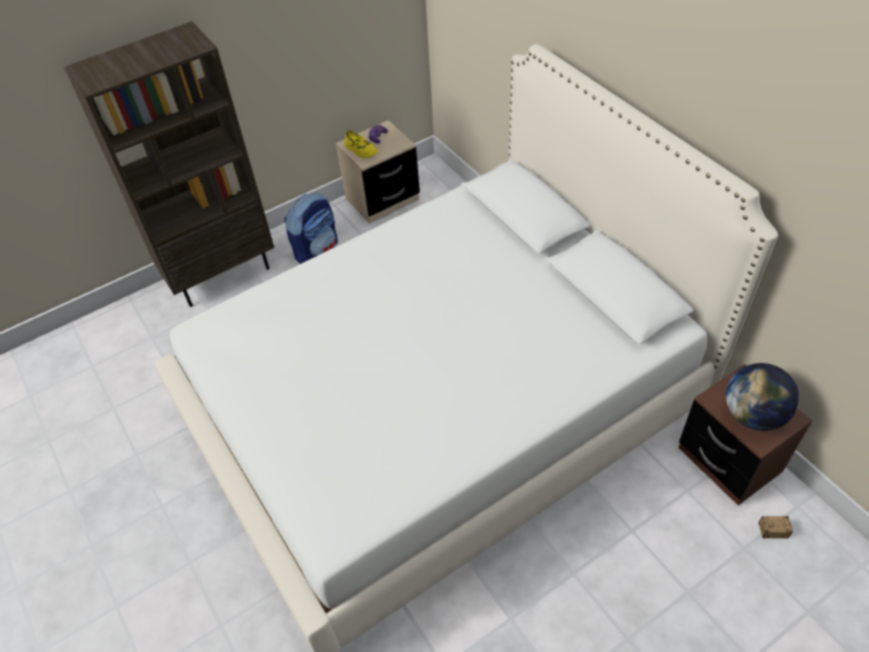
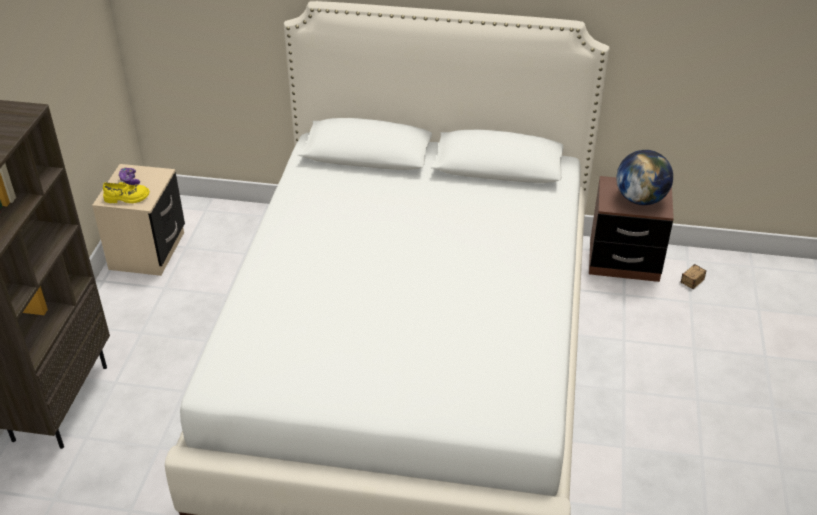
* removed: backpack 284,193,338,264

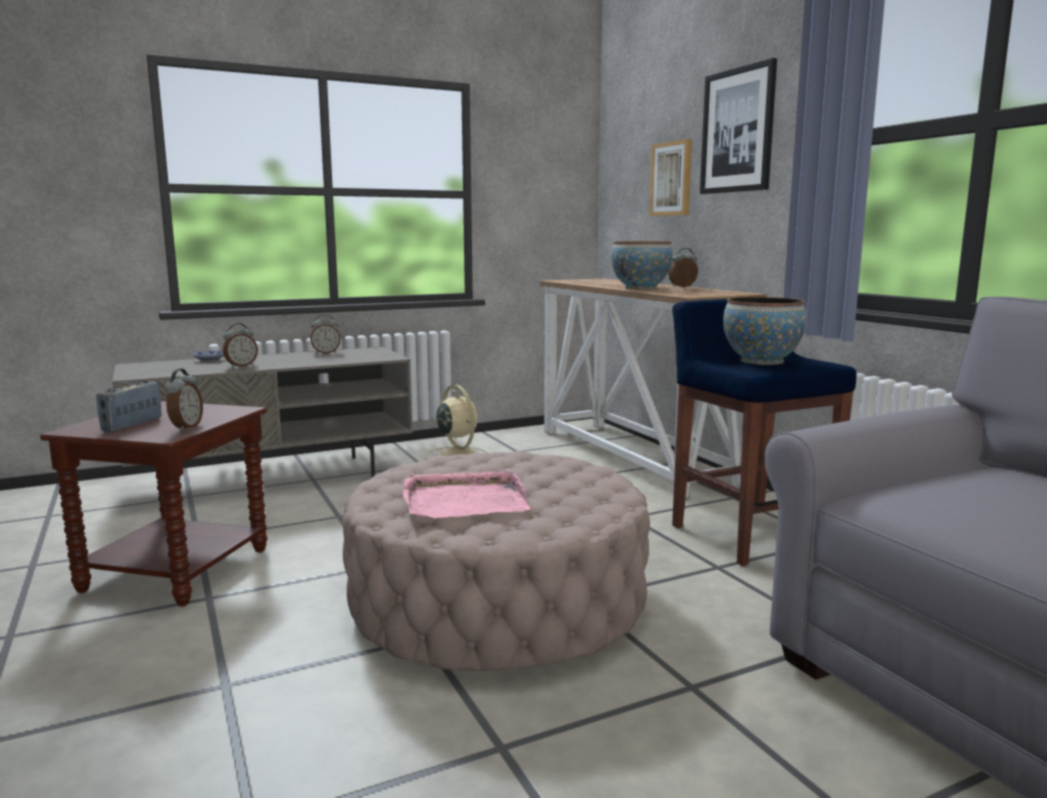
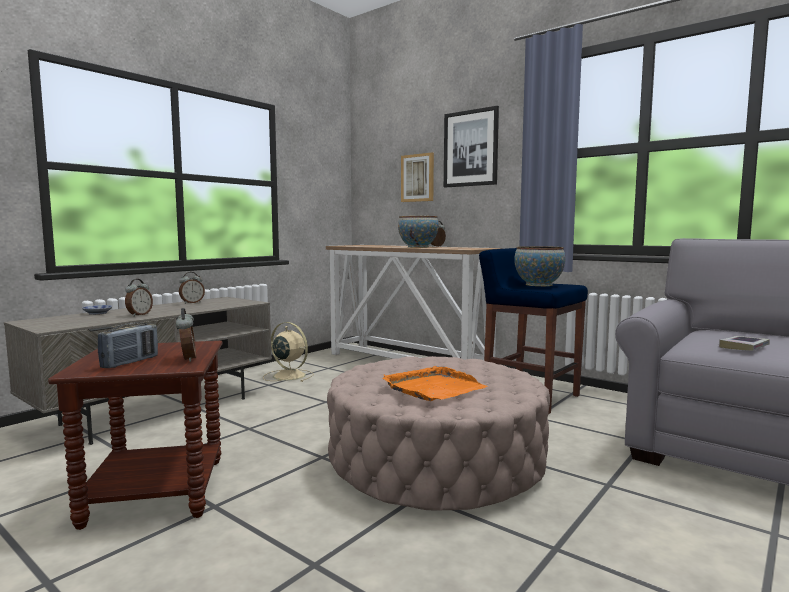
* turned: radio 96,380,161,432 = 98,322,158,368 150 degrees counterclockwise
* recoloured: pink serving tray 403,471,531,518 to orange-coloured serving tray 383,366,488,401
* added: bound book 719,336,770,351

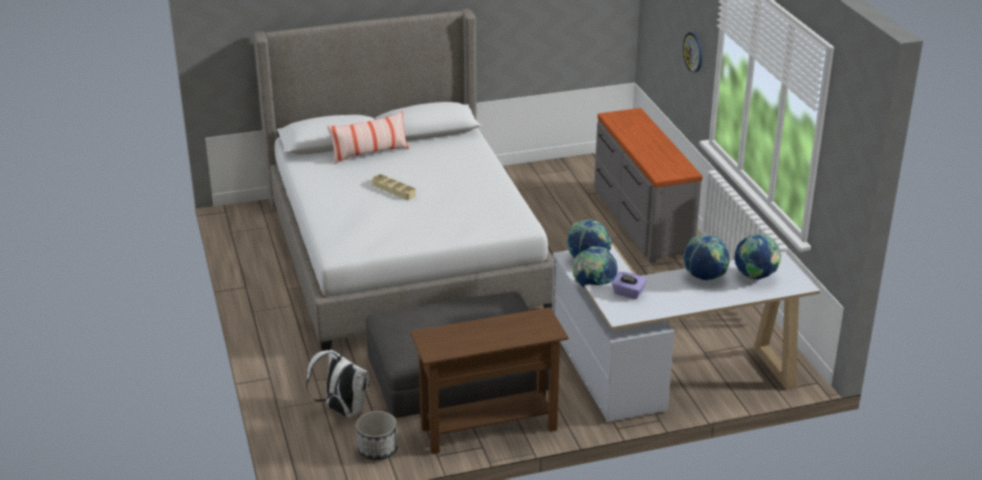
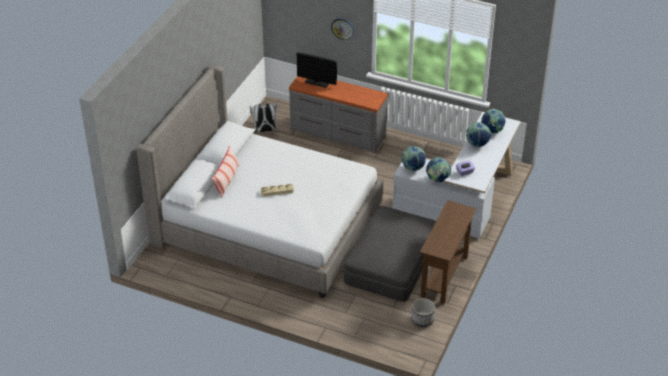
* moved: whitish backpack 306,349,370,418 to 250,103,277,132
* added: computer screen 297,52,337,88

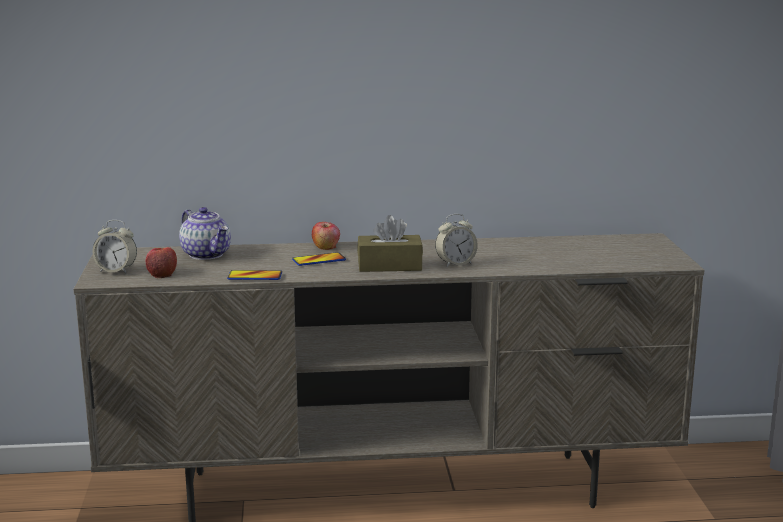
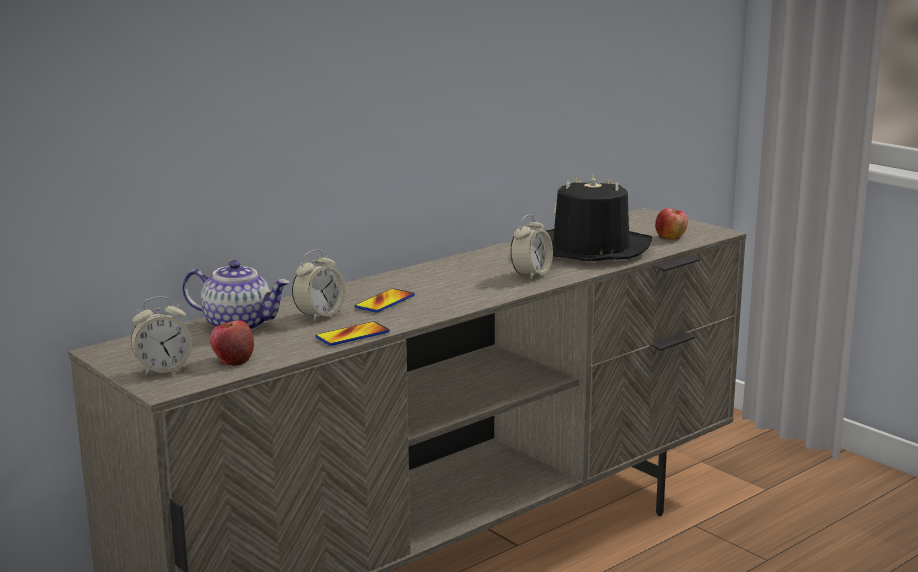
* moved: apple fruit 312,222,340,250 to 655,208,688,240
* removed: brownish tissue holder 357,215,423,272
* added: table clock 292,250,346,321
* added: blackish hat 546,174,652,262

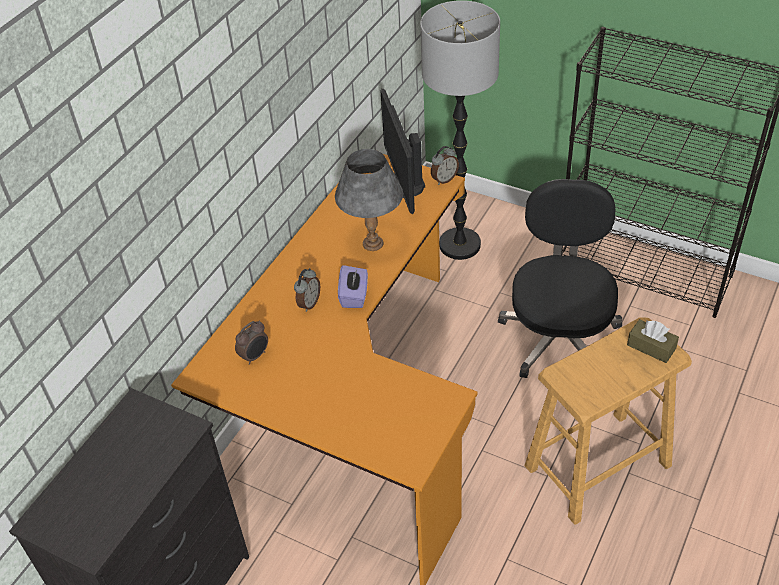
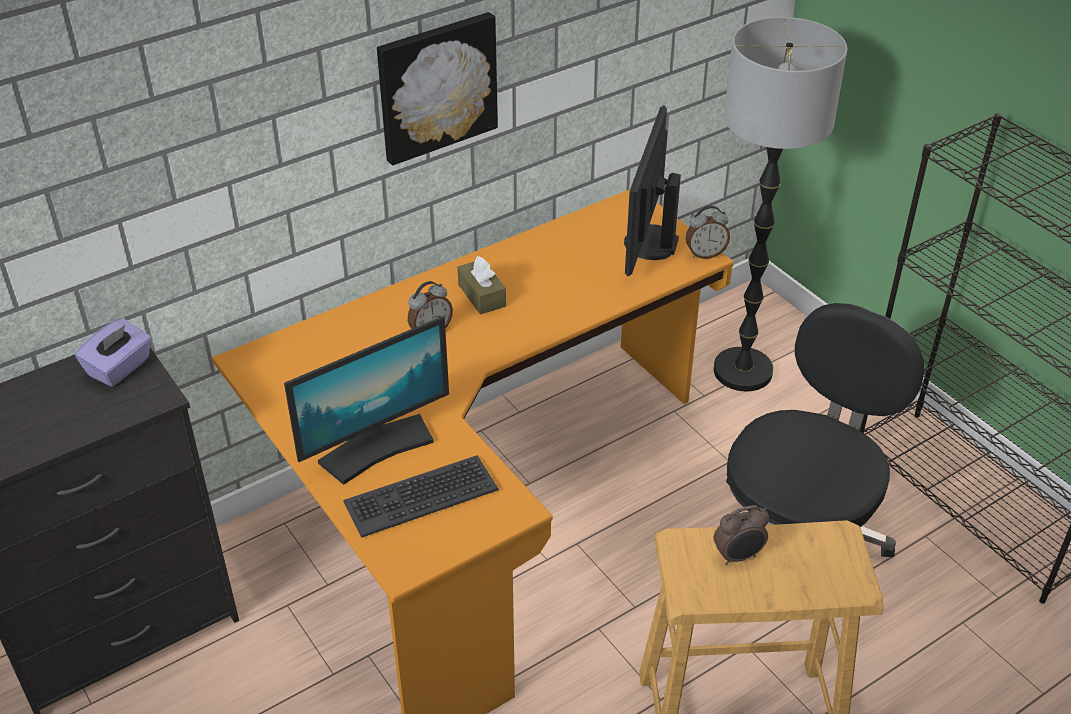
* moved: table clock 235,321,268,365 to 714,505,769,565
* removed: greyish table lamp 335,149,403,251
* moved: purple-coloured tissue holder 338,265,368,308 to 75,318,152,387
* moved: brownish tissue holder 627,319,679,363 to 457,256,506,315
* added: computer screen 284,316,449,485
* added: computer keyboard 343,455,499,538
* added: wall picture 377,12,498,165

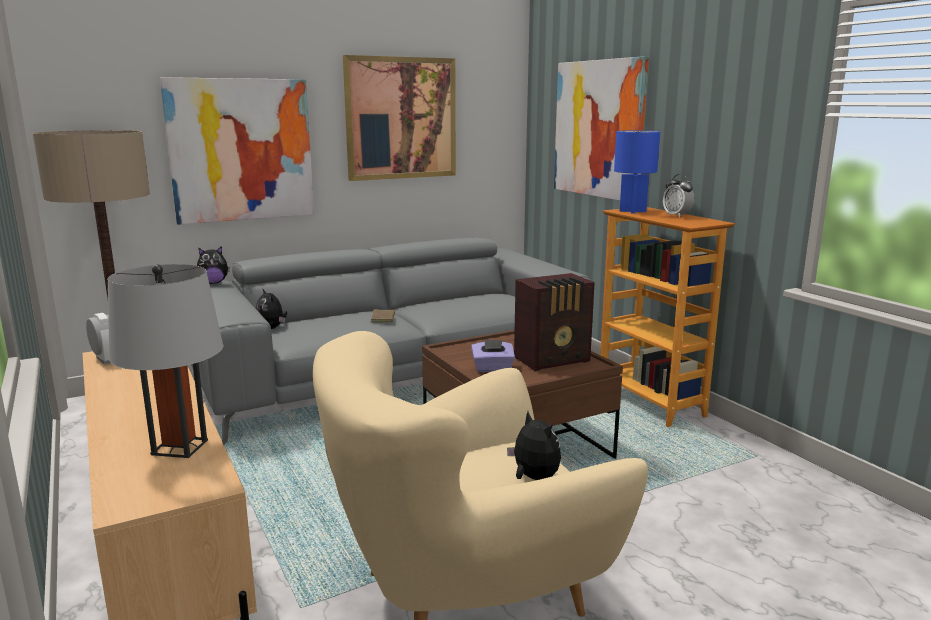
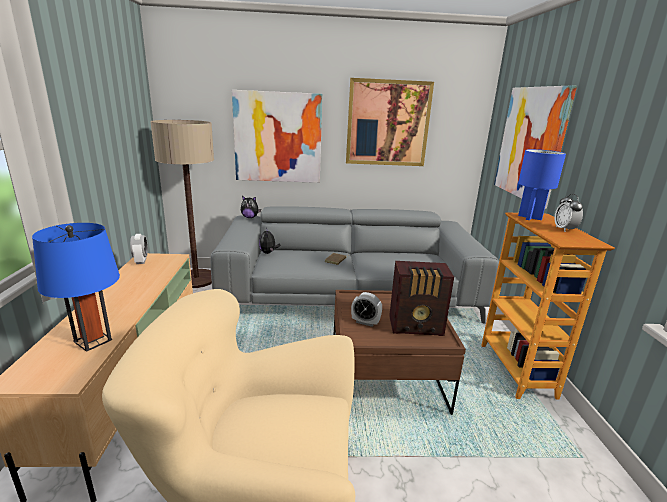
* recoloured: greyish table lamp 108,264,224,458 to blue table lamp 32,223,120,352
* replaced: purple-coloured tissue holder 471,339,515,372 to table clock 351,292,382,327
* removed: plush toy 507,411,561,480

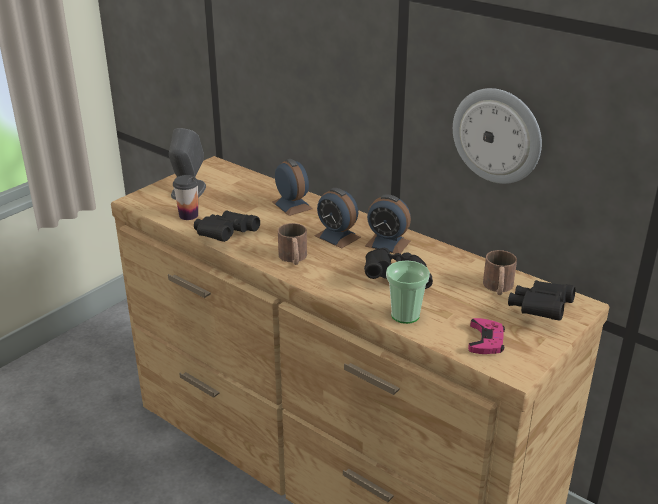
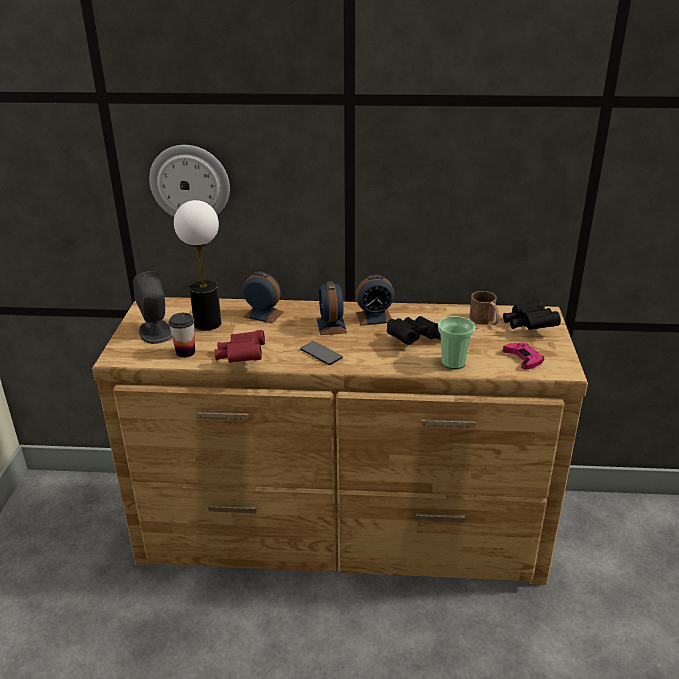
* recoloured: blackish binoculars 194,211,260,242 to reddish binoculars 215,330,265,363
* replaced: brownish tea mug 278,223,307,265 to handset 300,341,343,365
* turned: table clock 314,188,361,249 = 316,281,347,335 75 degrees clockwise
* moved: wall clock 453,88,542,184 to 149,145,230,217
* added: table lamp 174,200,221,331

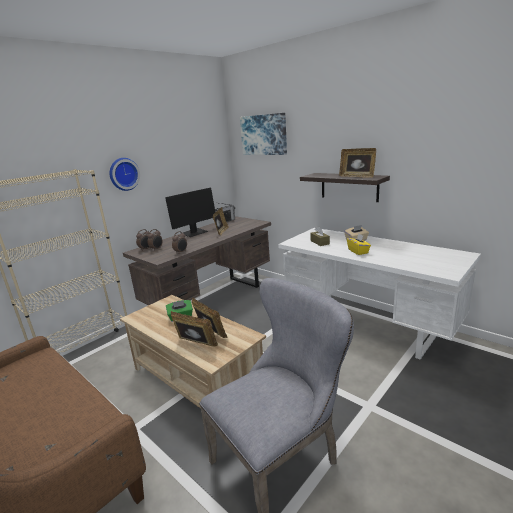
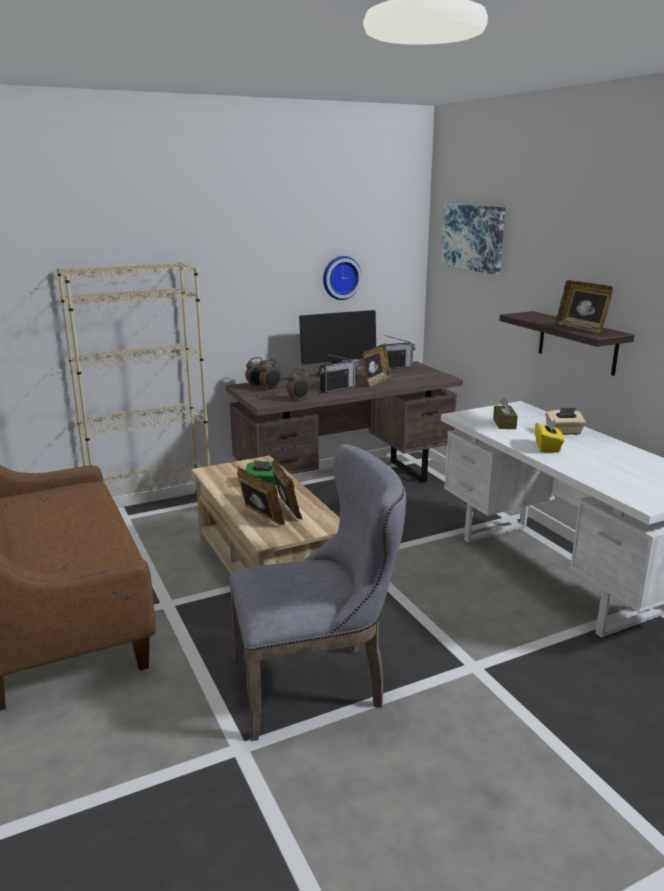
* moved: wall clock 110,158,140,191 to 323,256,362,300
* added: radio 319,354,358,393

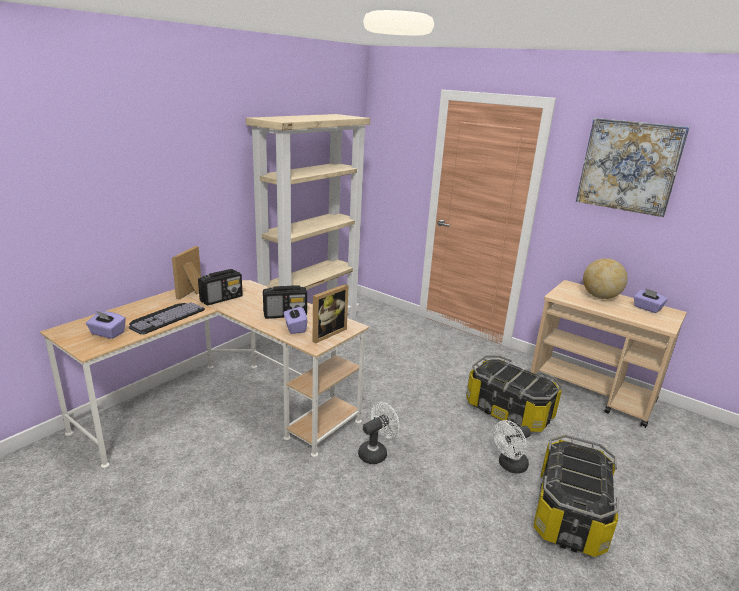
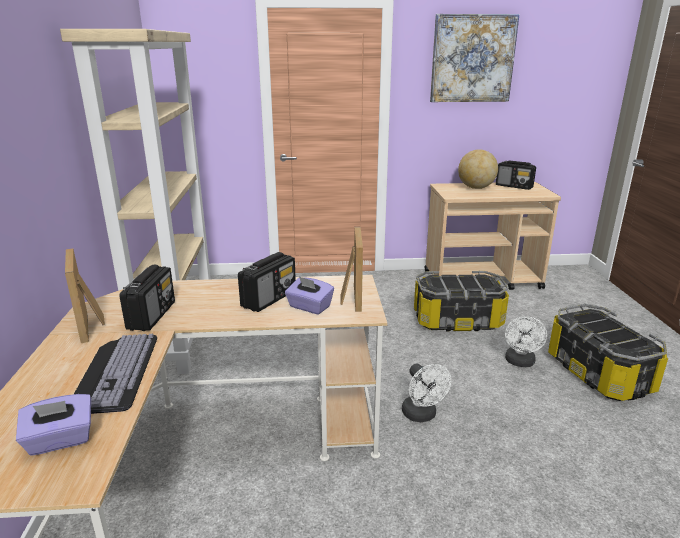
* turned: whitish fan 358,402,400,464 = 402,364,451,422 150 degrees clockwise
* replaced: purple-coloured tissue holder 634,289,668,313 to radio 496,160,536,190

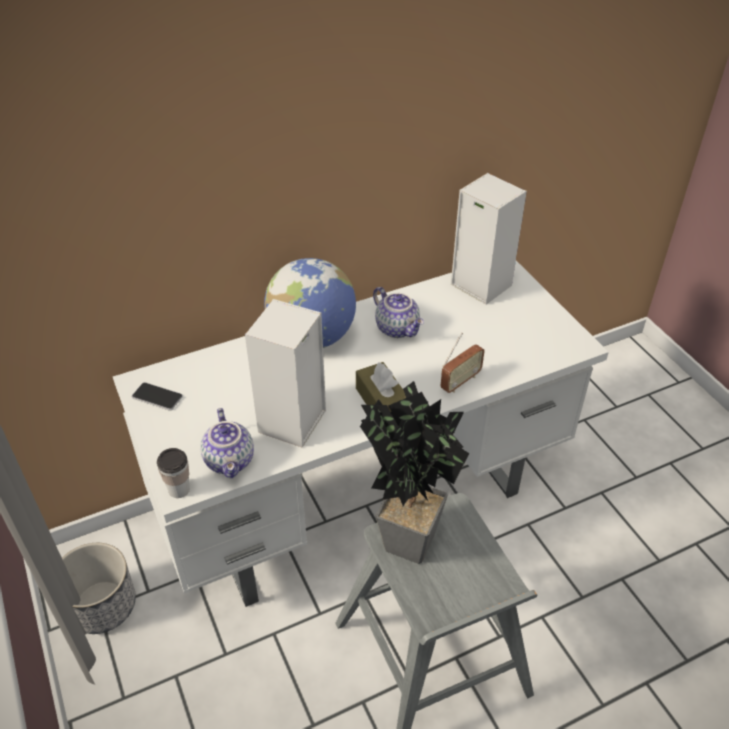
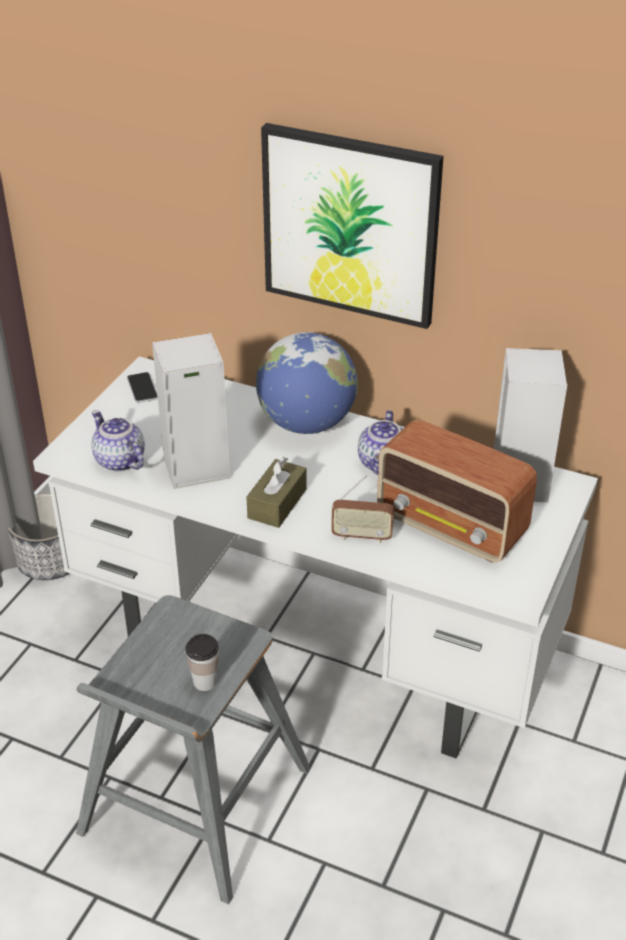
* moved: small cup 157,448,190,498 to 186,634,219,691
* turned: teapot 200,408,254,478 = 91,410,145,472 105 degrees clockwise
* removed: plant in a pot 360,381,469,564
* added: wall picture 261,123,443,329
* added: radio 377,419,537,562

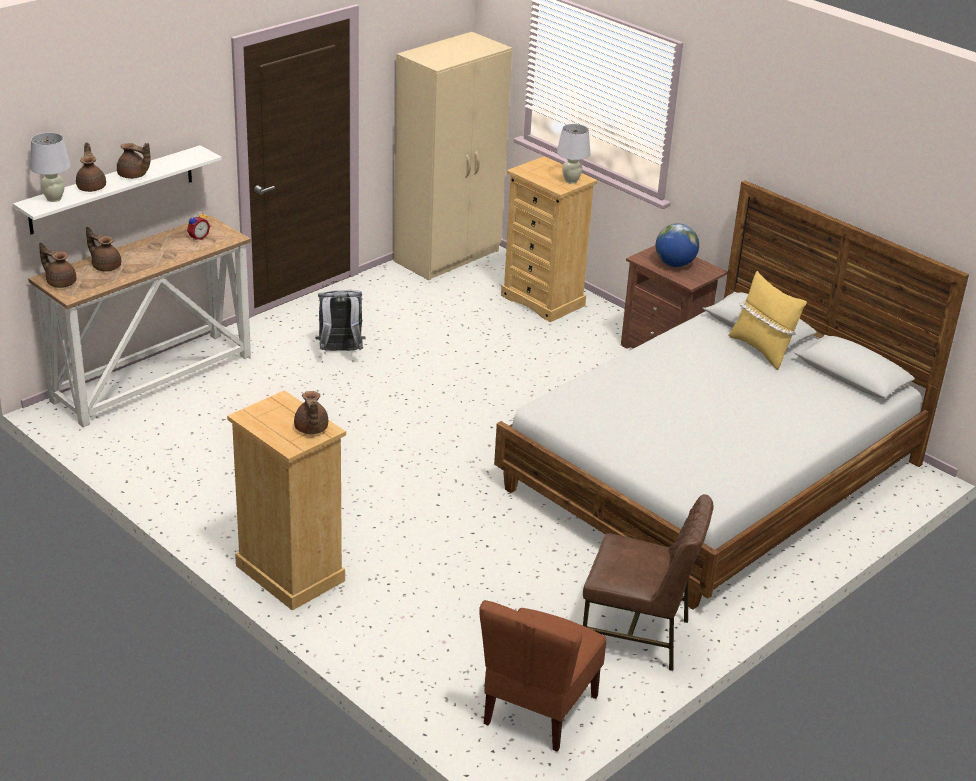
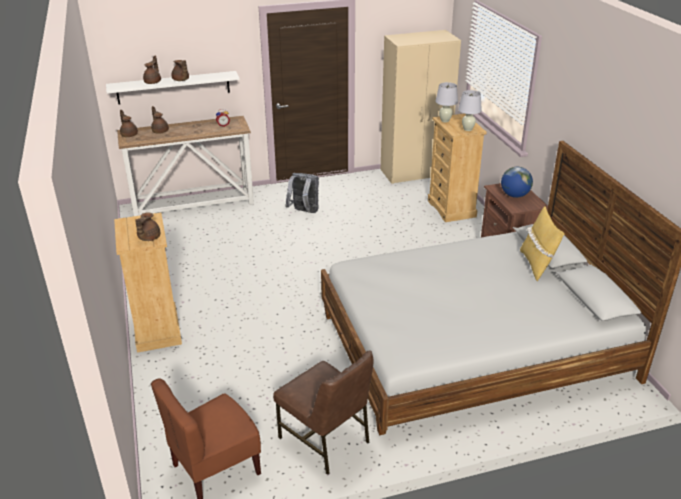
* moved: whitish table lamp 30,133,71,202 to 436,82,458,122

